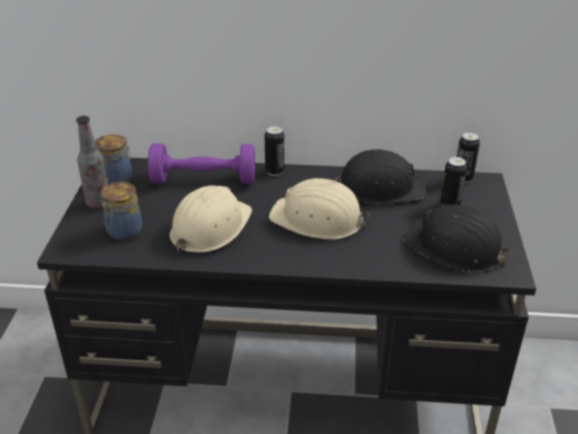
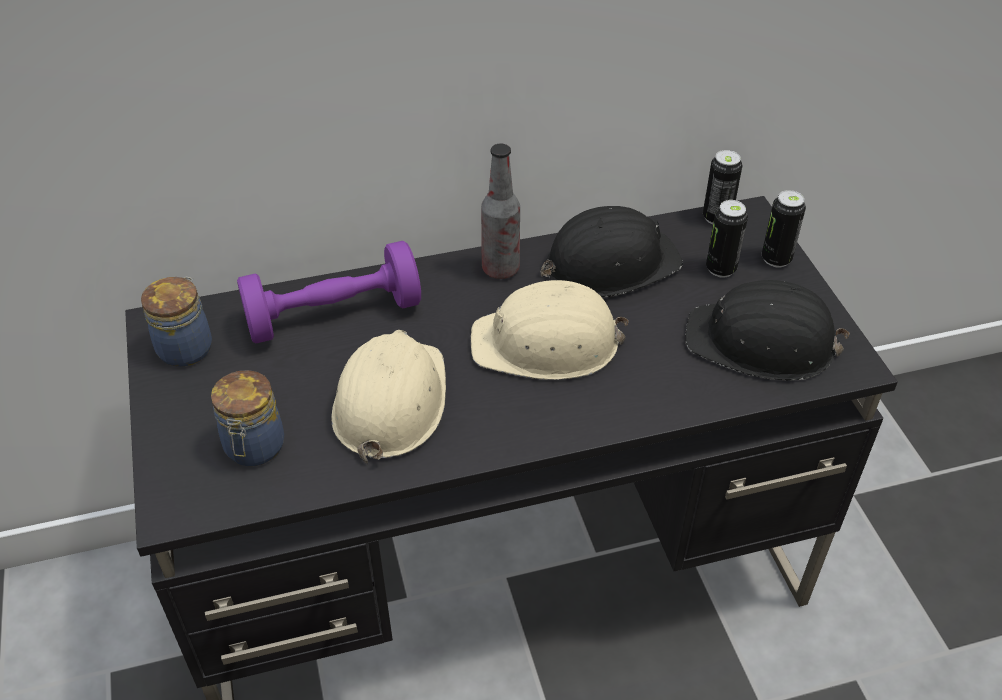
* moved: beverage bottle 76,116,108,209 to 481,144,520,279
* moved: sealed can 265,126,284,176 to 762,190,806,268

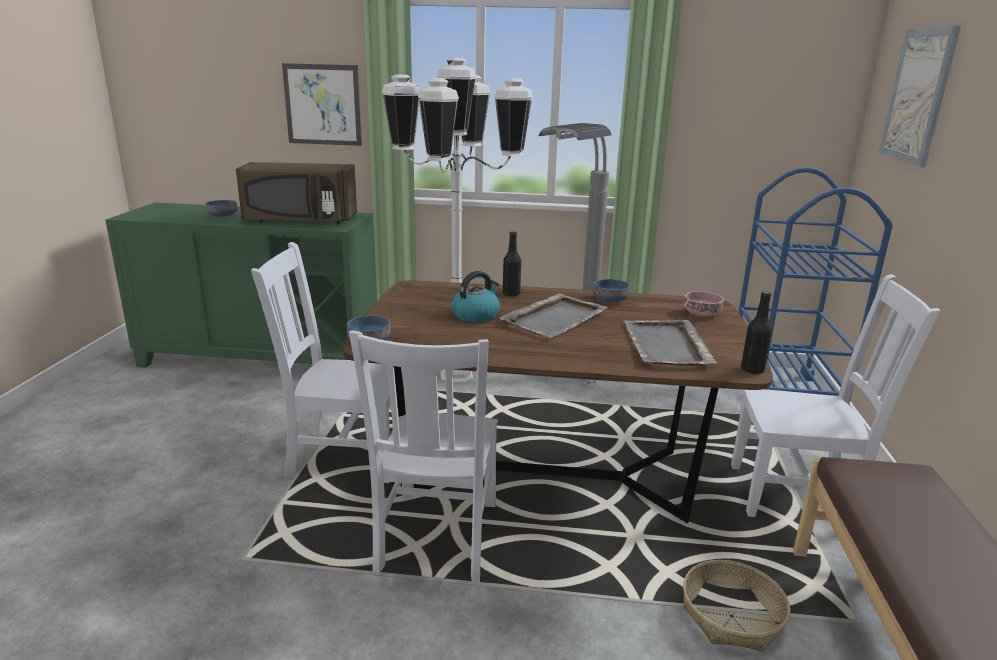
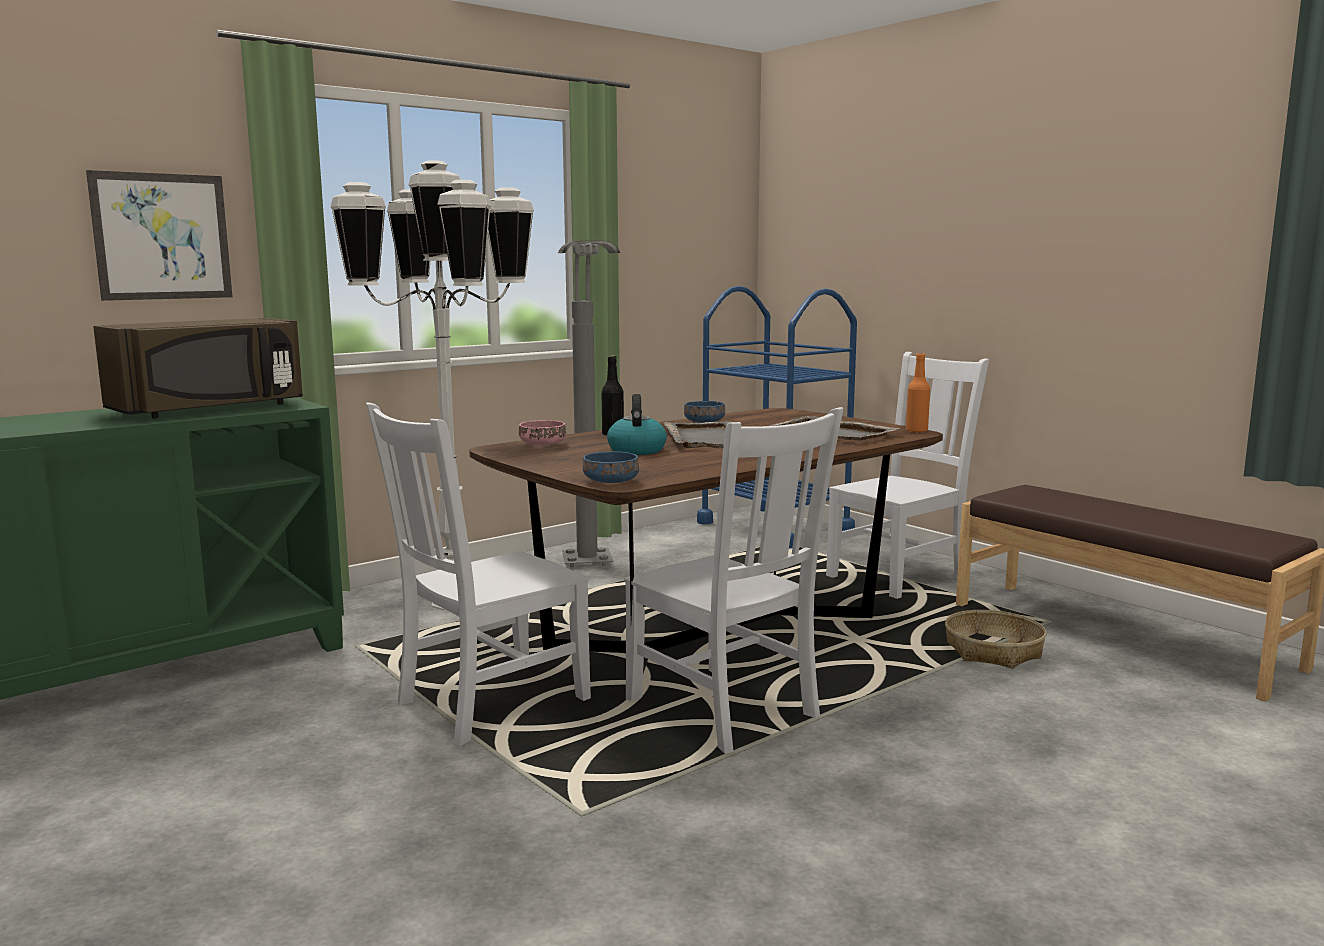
* removed: blue deep dish 206,200,238,217
* moved: pink deep dish 684,291,724,316 to 519,420,566,446
* recoloured: blackish beverage bottle 741,291,772,374 to orange-coloured beverage bottle 906,353,930,432
* removed: wall picture 879,26,961,167

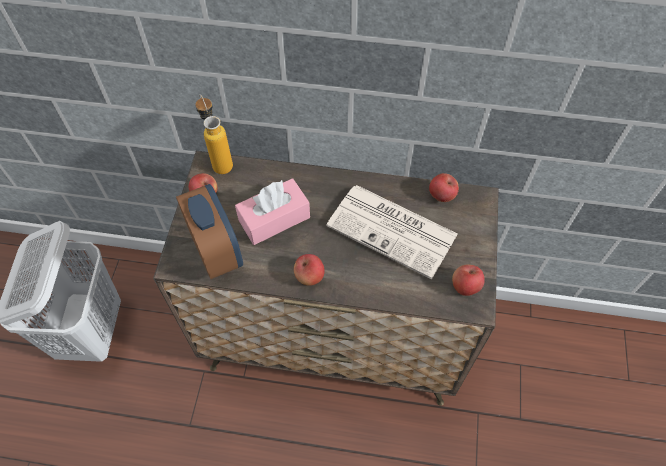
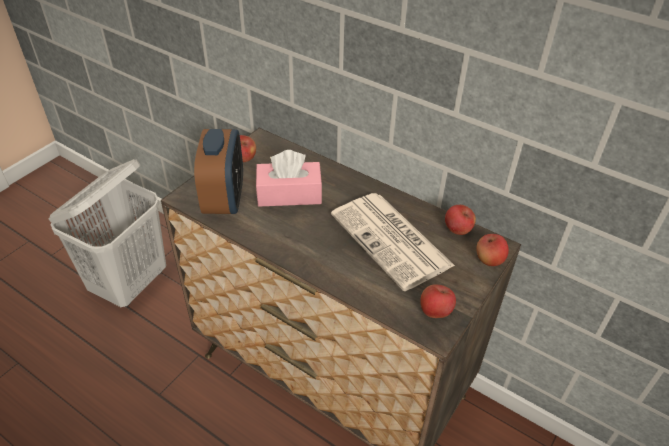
* removed: beverage bottle 195,94,233,174
* moved: apple fruit 294,254,325,286 to 476,234,509,266

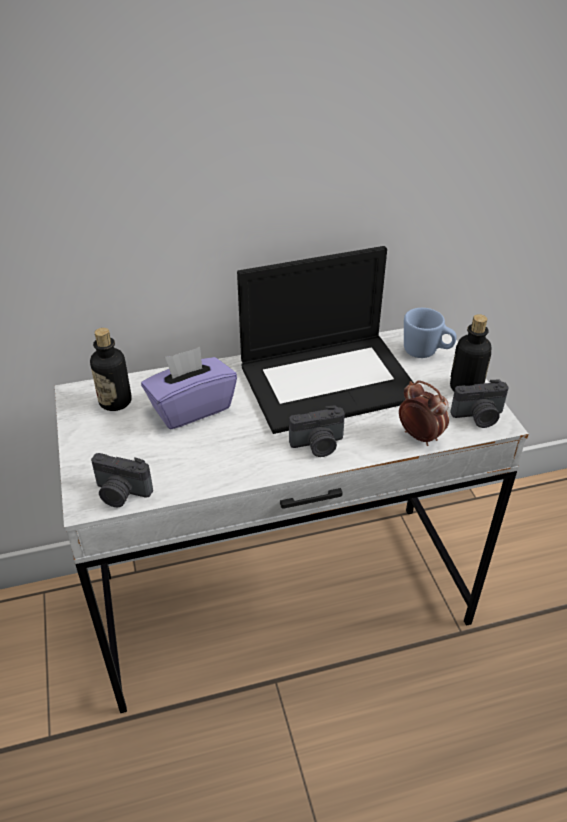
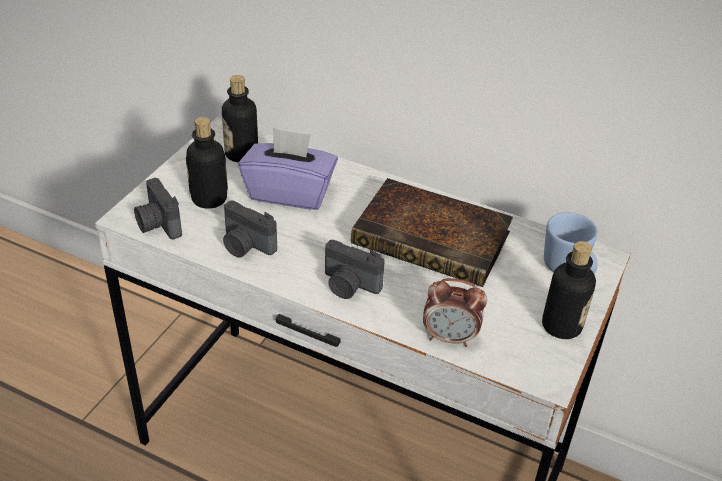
* replaced: laptop 237,246,414,434 to bound book 351,178,513,287
* turned: table clock 399,380,449,446 = 423,278,487,347 105 degrees clockwise
* moved: photo camera 450,380,509,428 to 223,201,277,258
* added: beverage bottle 186,117,228,209

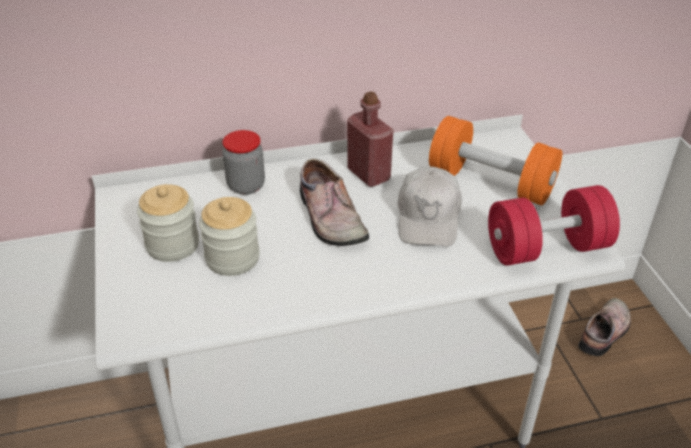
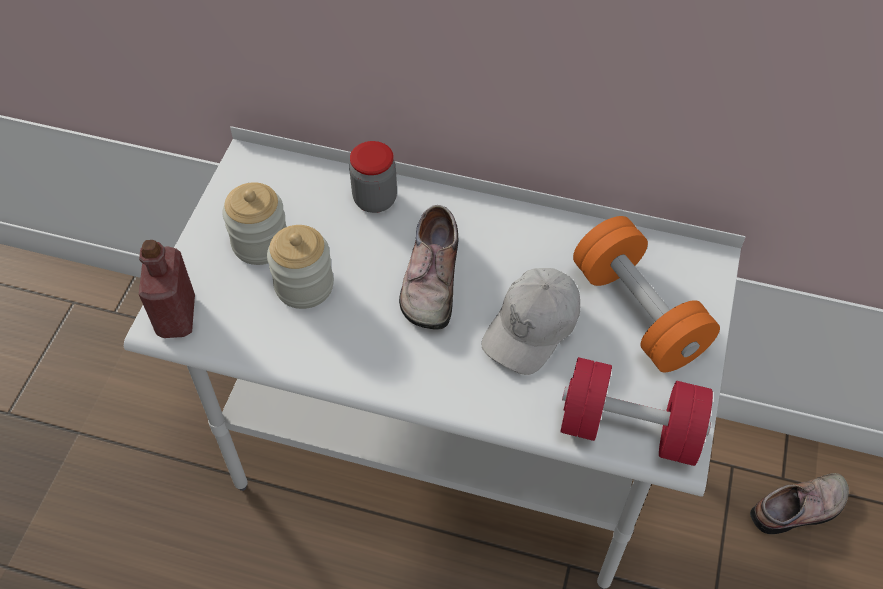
* moved: reddish beverage bottle 347,91,393,187 to 139,240,195,338

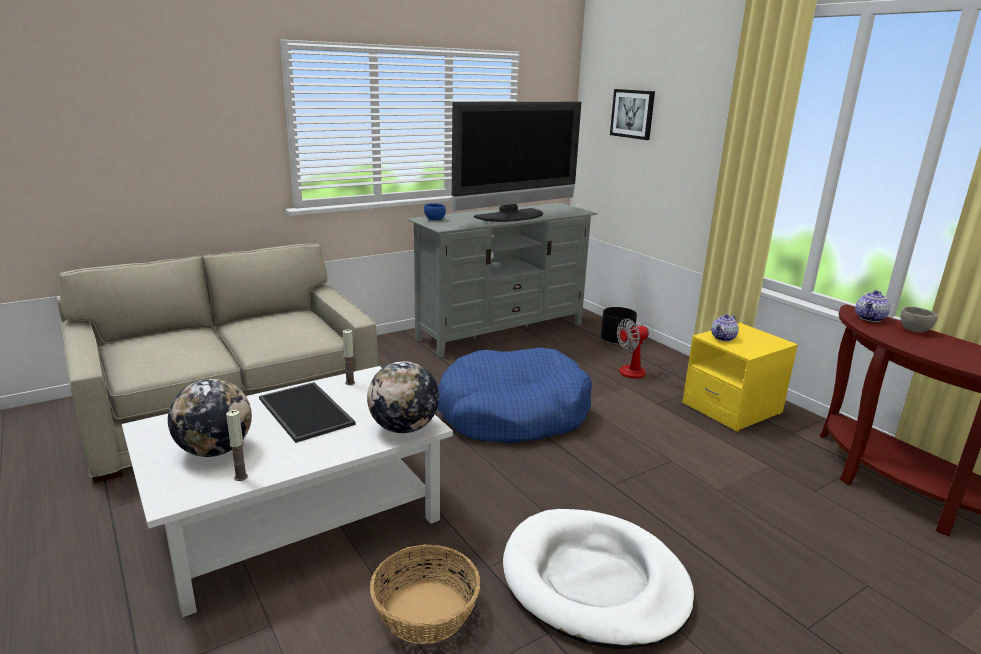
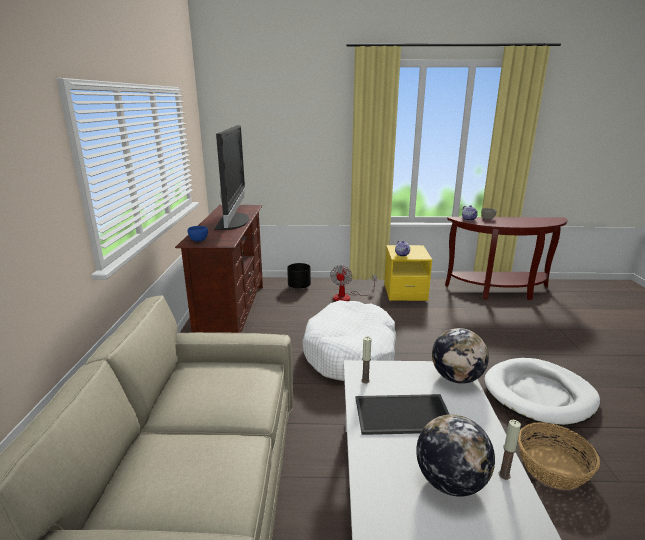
* recoloured: greyish media console 407,203,597,358 to brownish media console 175,205,263,333
* recoloured: blue dog cushion 437,347,592,444 to whitish dog cushion 302,300,396,381
* removed: wall picture 610,89,655,140

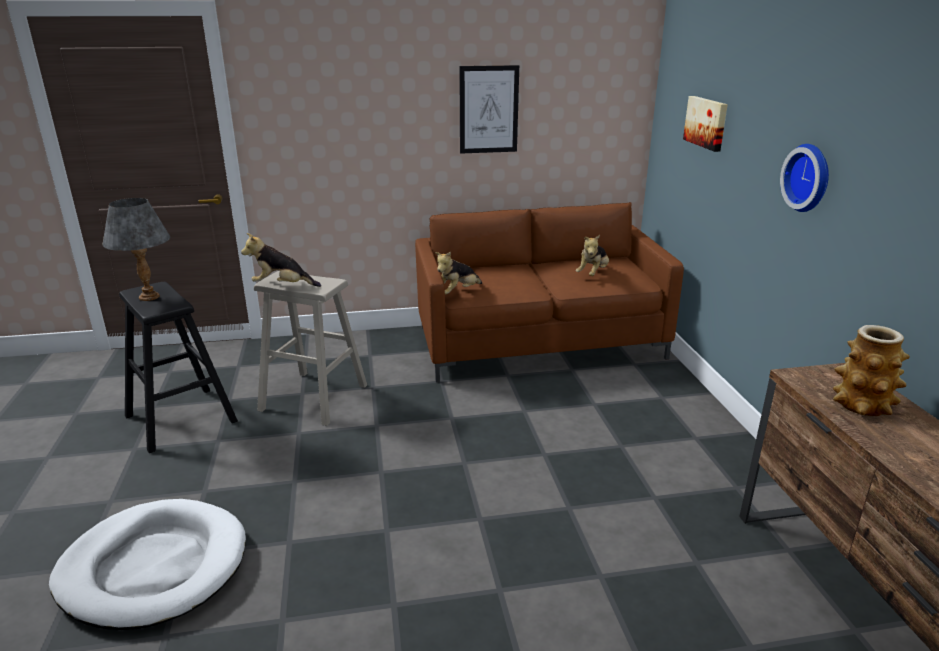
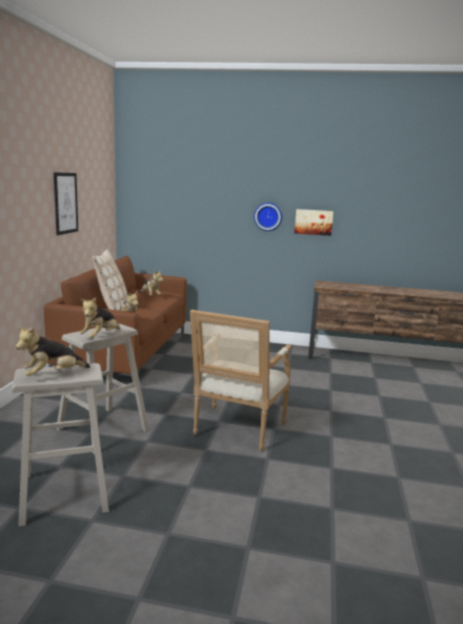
* removed: whitish dog cushion 49,499,246,630
* replaced: greyish table lamp 102,198,170,301 to plush toy 16,327,90,376
* recoloured: blackish sitting stool 119,282,238,453 to sand-coloured sitting stool 12,363,109,527
* moved: wall picture 683,96,728,152 to 294,209,334,236
* removed: decorative vase 833,325,910,416
* added: sand-coloured pillow 92,249,128,310
* added: easy chair 190,310,292,451

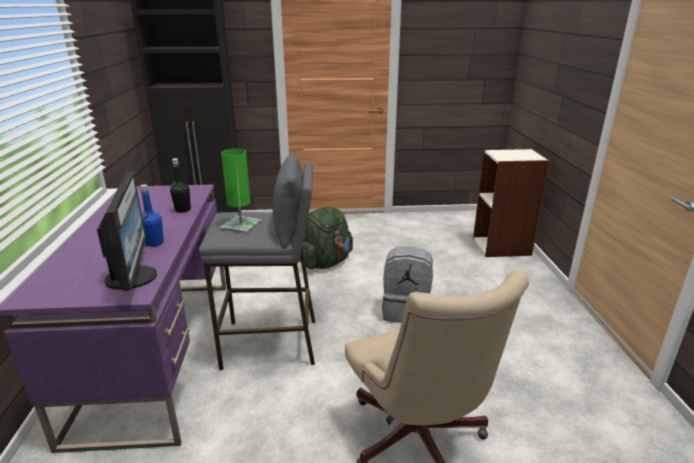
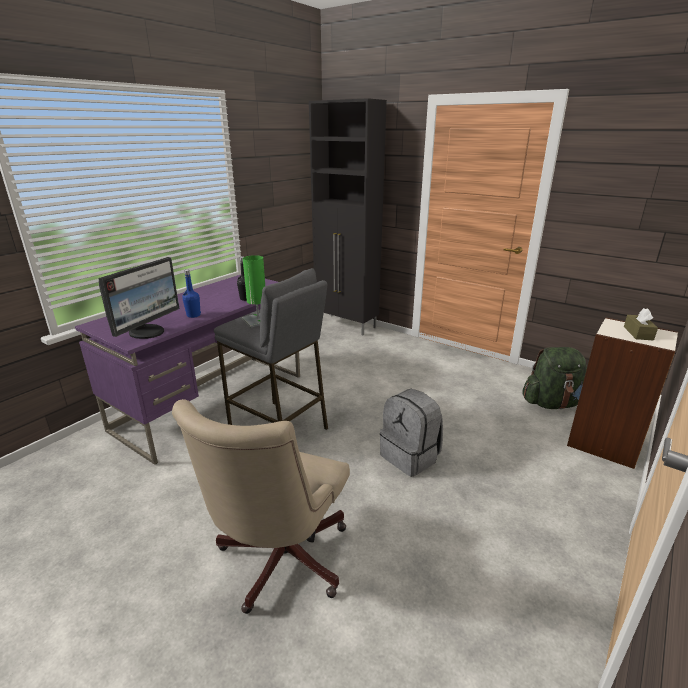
* moved: green backpack 300,207,353,269 to 522,347,587,409
* added: brownish tissue holder 624,308,658,340

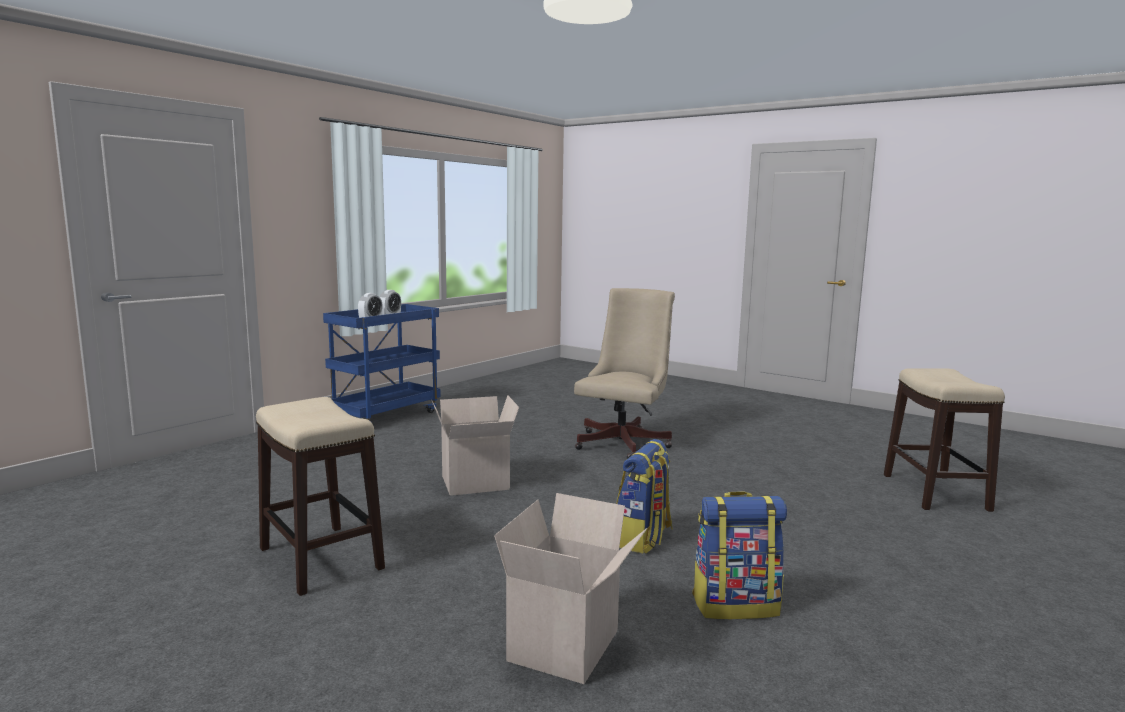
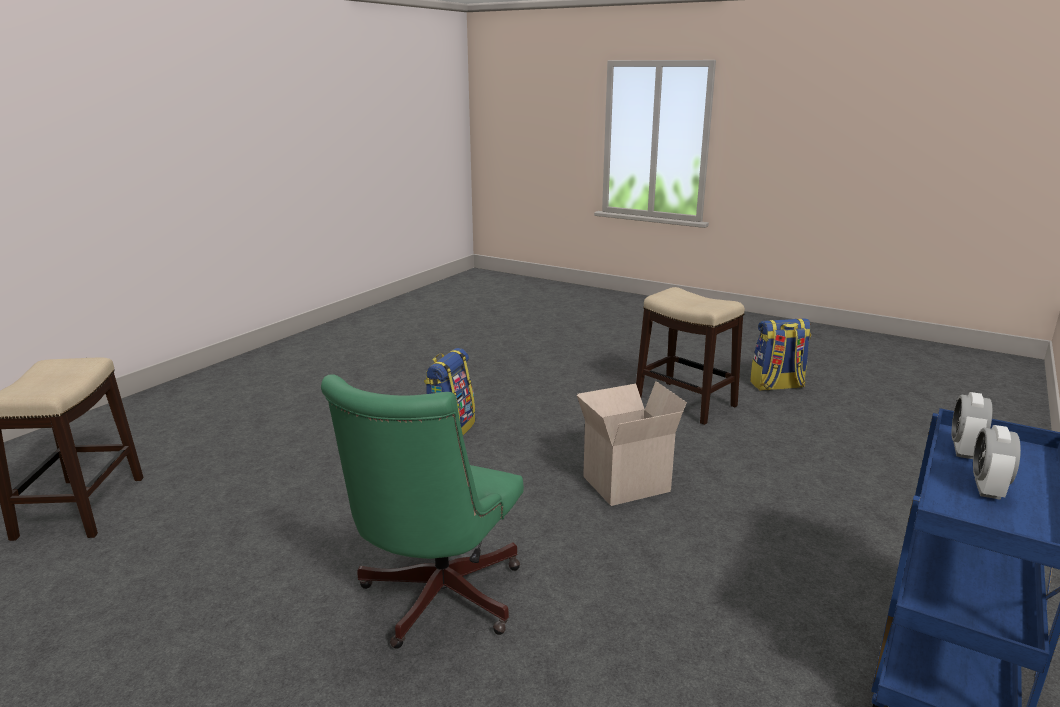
* removed: packing box 494,493,647,684
* recoloured: sand-coloured desk chair 574,288,675,458 to green desk chair 321,374,524,649
* moved: backpack 692,492,787,619 to 750,318,811,391

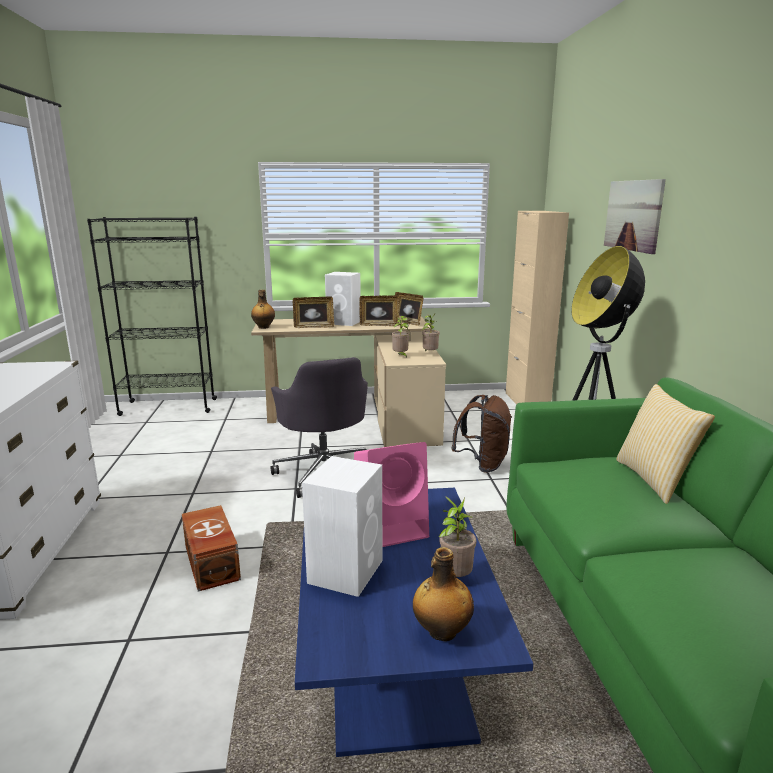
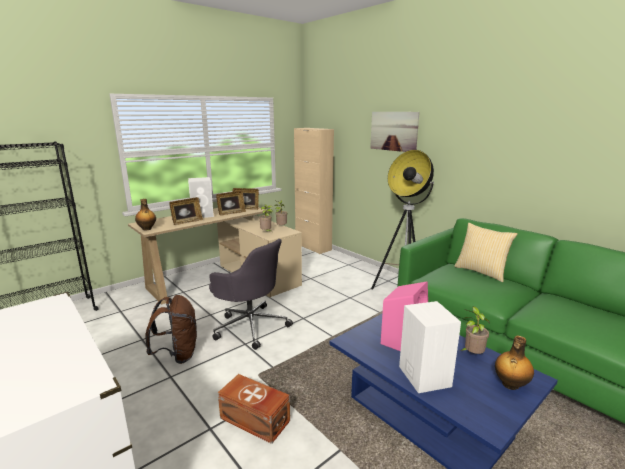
* moved: brownish backpack 451,395,512,473 to 146,295,197,364

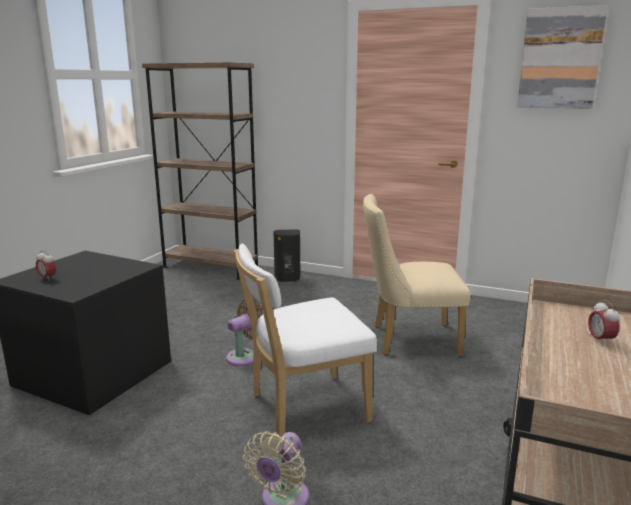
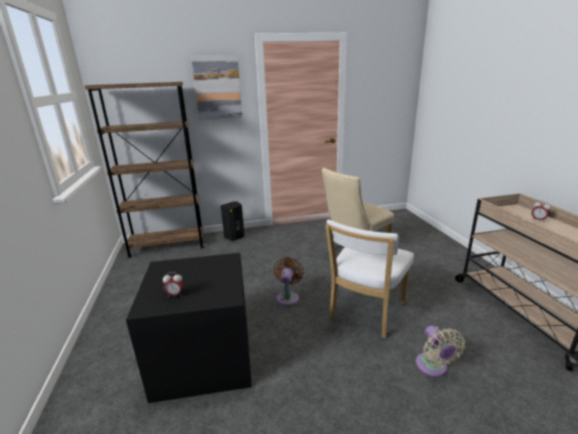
* moved: wall picture 517,5,608,109 to 191,55,242,120

